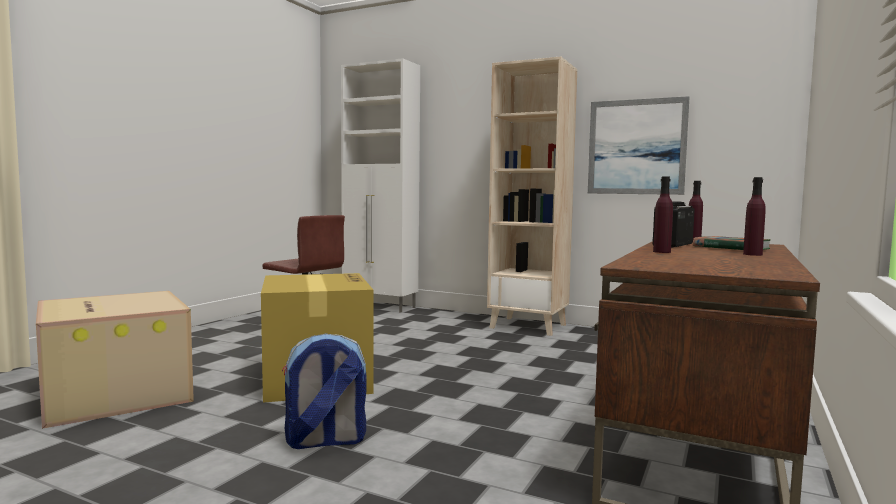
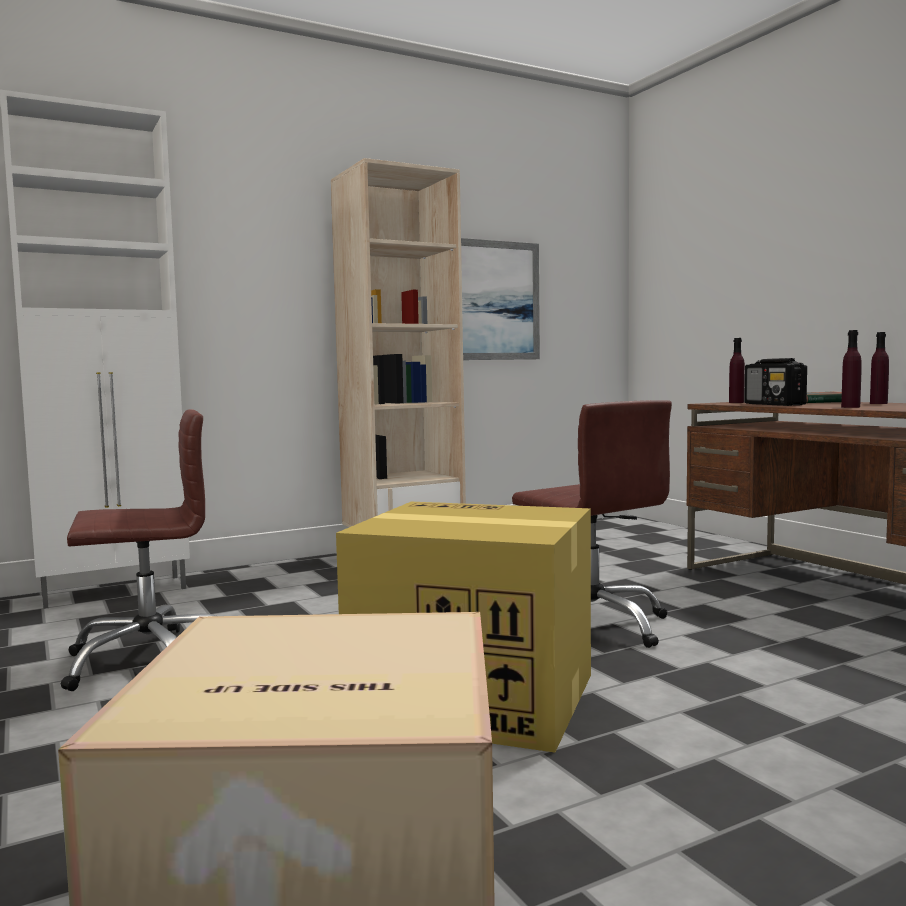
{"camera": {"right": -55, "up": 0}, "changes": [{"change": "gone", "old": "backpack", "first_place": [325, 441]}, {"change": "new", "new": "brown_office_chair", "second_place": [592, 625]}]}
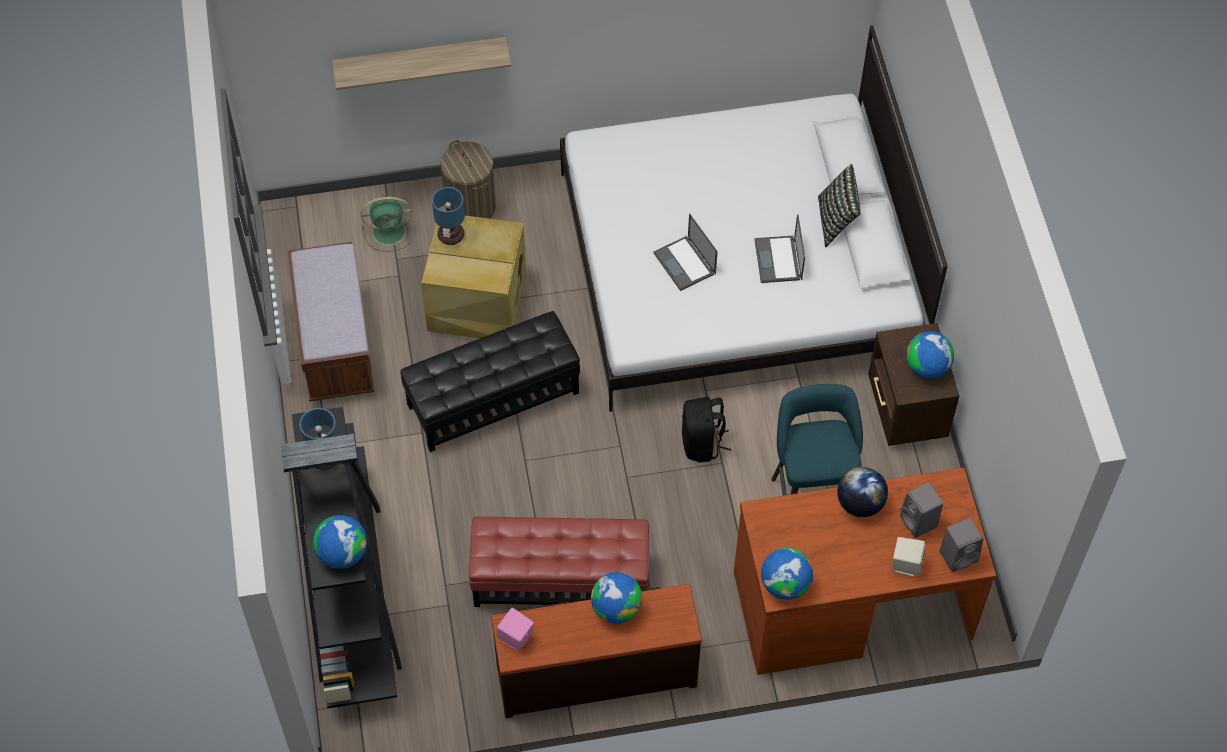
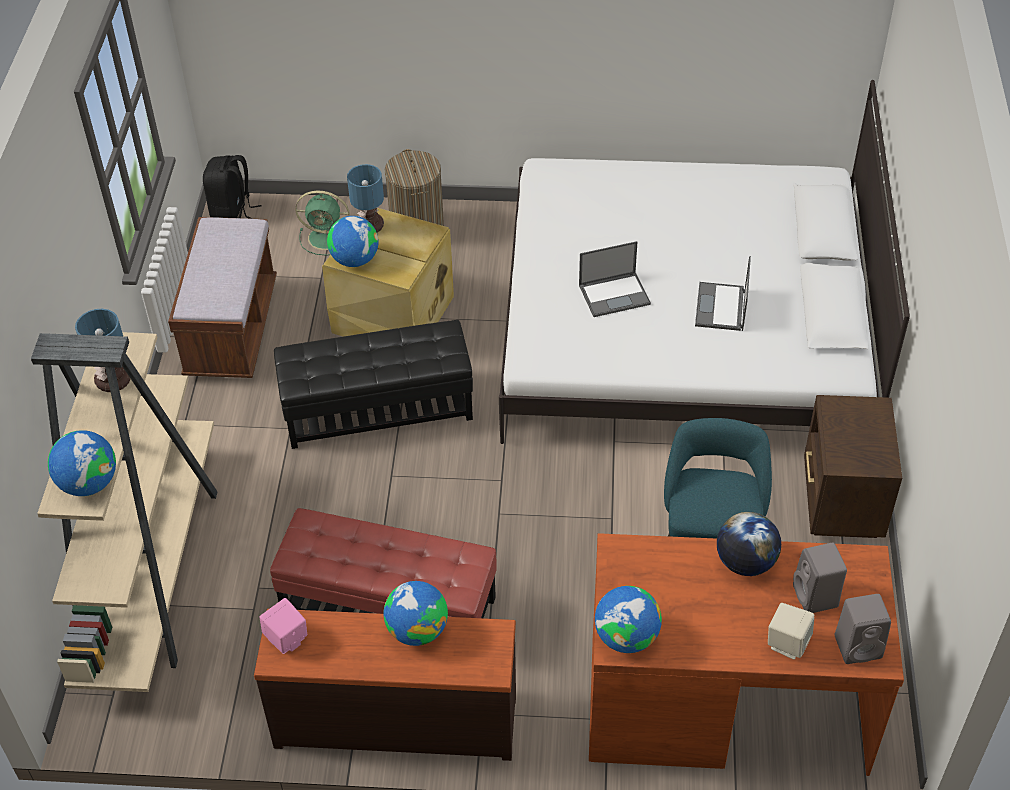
{"camera": {"right": 15, "up": -10}, "changes": [{"change": "gone", "old": "shelf", "first_place": [420, 60]}, {"change": "gone", "old": "pillow", "first_place": [836, 221]}, {"change": "rotated", "old": "laptop", "first_place": [685, 263], "second_place": [615, 294], "degrees": -90}, {"change": "shifted", "old": "globe", "first_place": [927, 367], "second_place": [355, 260]}, {"change": "shifted", "old": "black_backpack", "first_place": [702, 443], "second_place": [232, 212]}, {"change": "repainted", "old": "black_bookcase", "new": "beige_bookcase", "first_place": [349, 589], "second_place": [151, 570]}]}
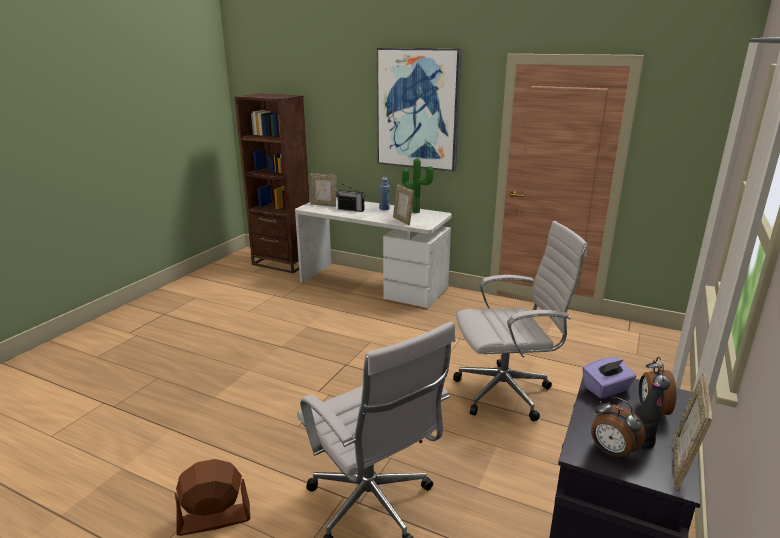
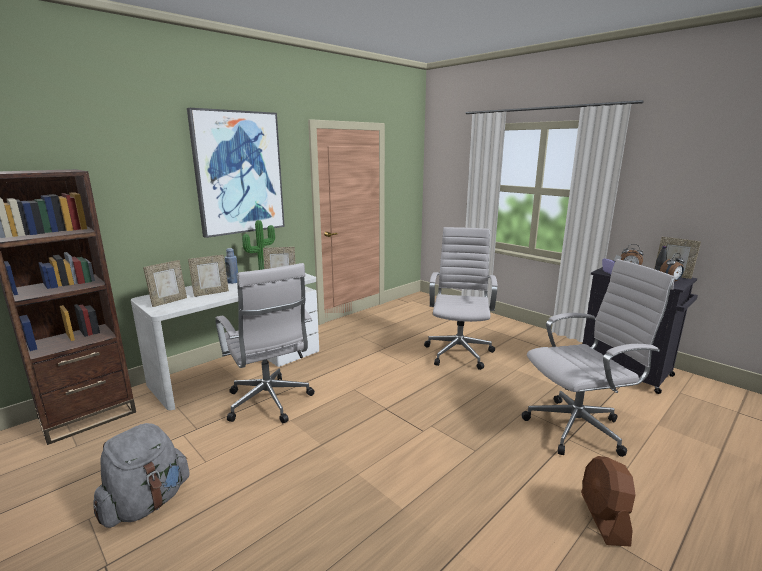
{"camera": {"right": -70, "up": -5}, "changes": [{"change": "swapped", "old": "radio", "new": "picture_frame", "first_place": [351, 209], "second_place": [211, 293]}, {"change": "new", "new": "white_office_chair", "second_place": [270, 403]}, {"change": "new", "new": "grey_backpack", "second_place": [147, 503]}]}
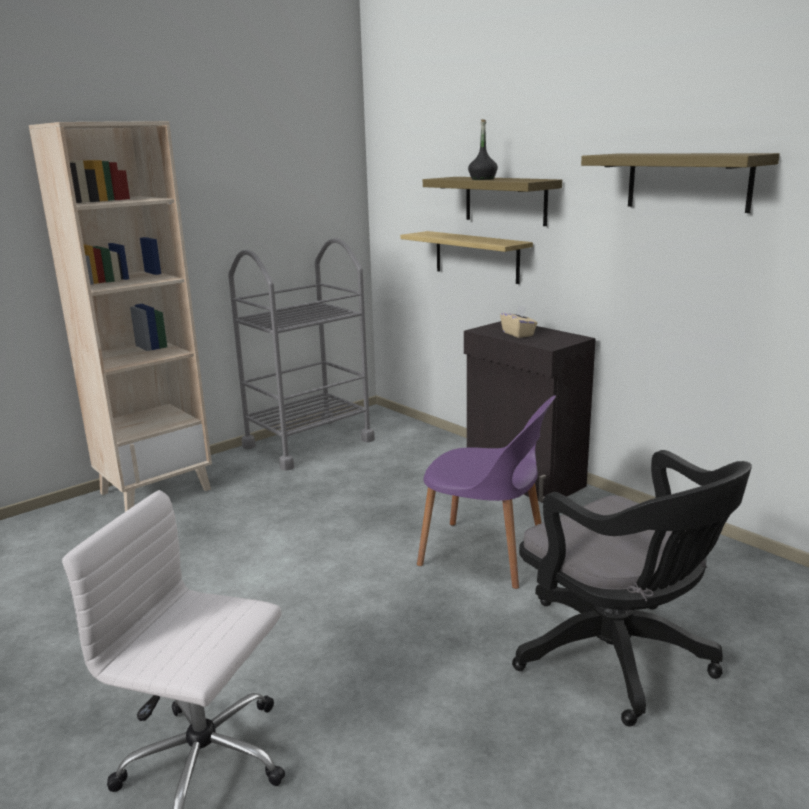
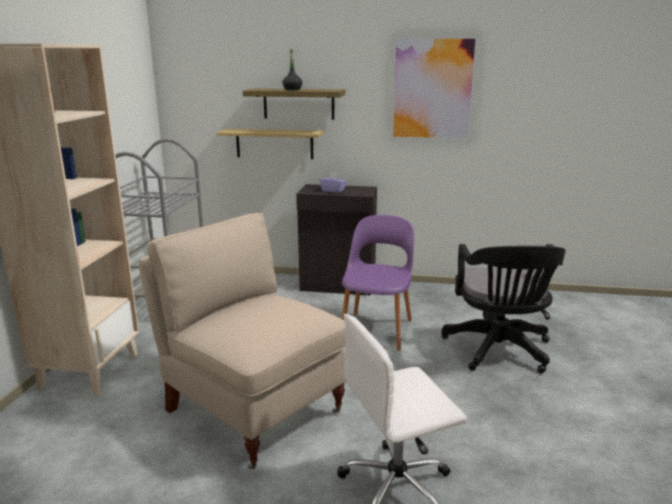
{"camera": {"right": -40, "up": 0}, "changes": [{"change": "swapped", "old": "shelf", "new": "picture", "first_place": [688, 181], "second_place": [432, 89]}, {"change": "repainted", "old": "beige_tissue_box", "new": "purple_tissue_box", "first_place": [518, 334], "second_place": [333, 191]}, {"change": "rotated", "old": "purple_chair", "first_place": [486, 554], "second_place": [377, 329], "degrees": -60}, {"change": "rotated", "old": "black_office_chair", "first_place": [619, 659], "second_place": [499, 351], "degrees": 75}, {"change": "new", "new": "beige_chair", "second_place": [252, 410]}]}
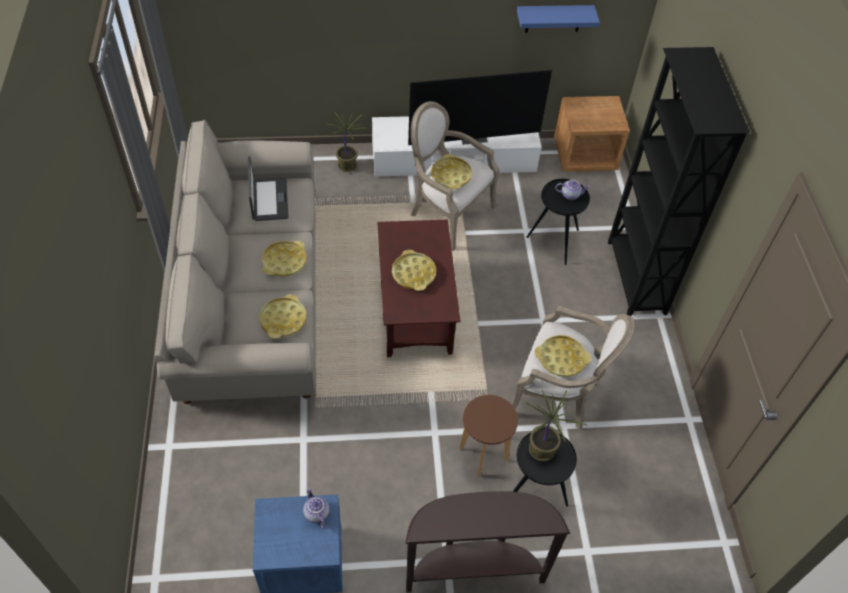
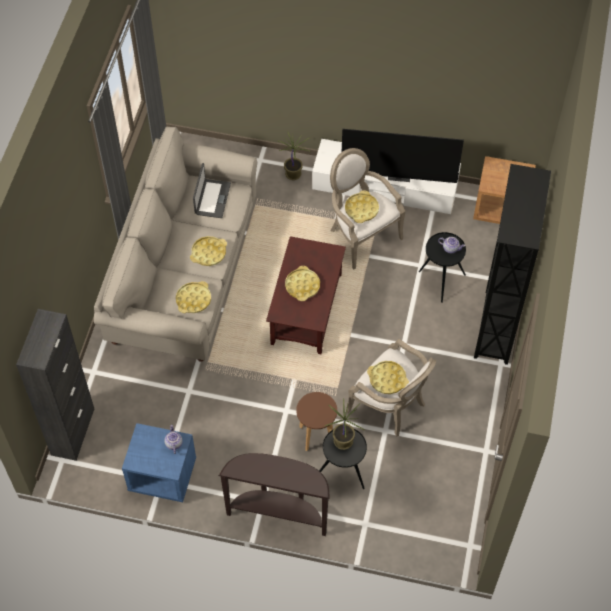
{"camera": {"right": 20, "up": 5}, "changes": [{"change": "gone", "old": "blue_shelf", "first_place": [553, 18]}, {"change": "new", "new": "black_cabinet", "second_place": [73, 432]}]}
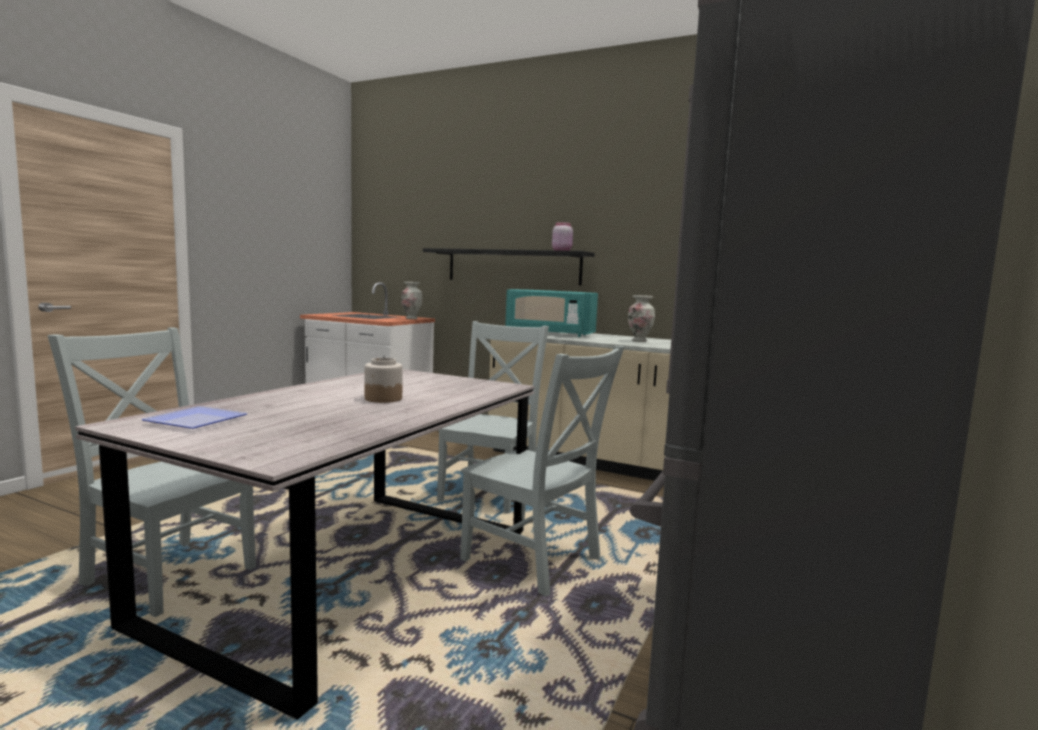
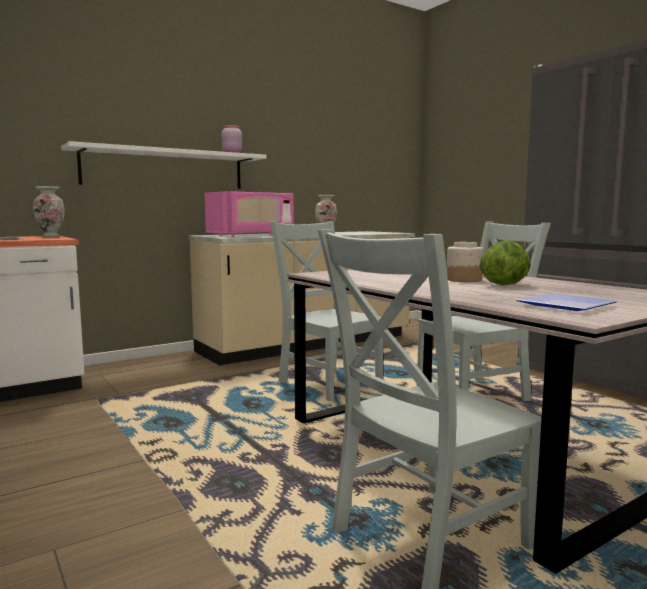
{"camera": {"right": -60, "up": 0}, "changes": [{"change": "repainted", "old": "black_shelf", "new": "white_shelf", "first_place": [513, 267], "second_place": [165, 169]}, {"change": "repainted", "old": "turquoise_microwave", "new": "pink_microwave", "first_place": [549, 334], "second_place": [252, 235]}, {"change": "new", "new": "lettuce", "second_place": [505, 285]}]}
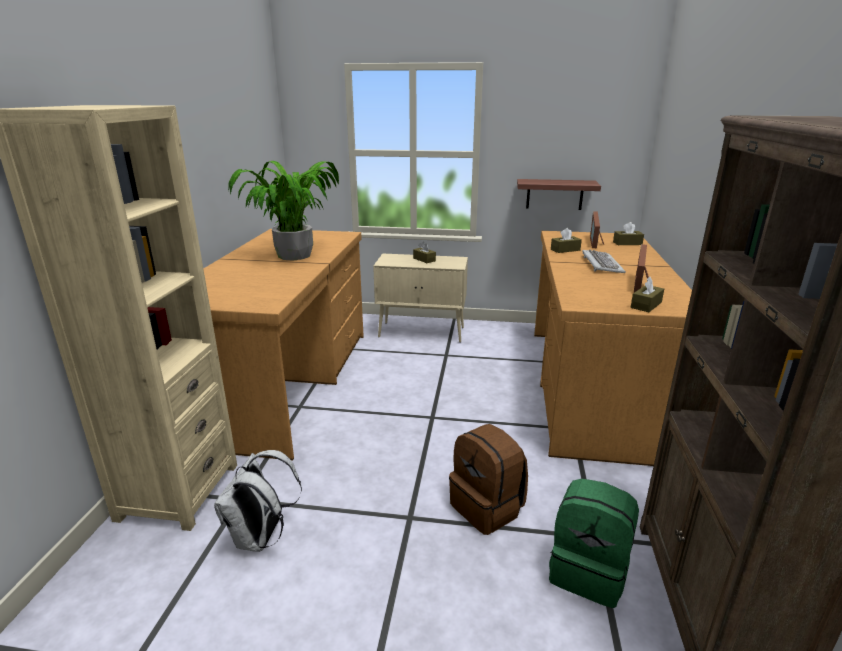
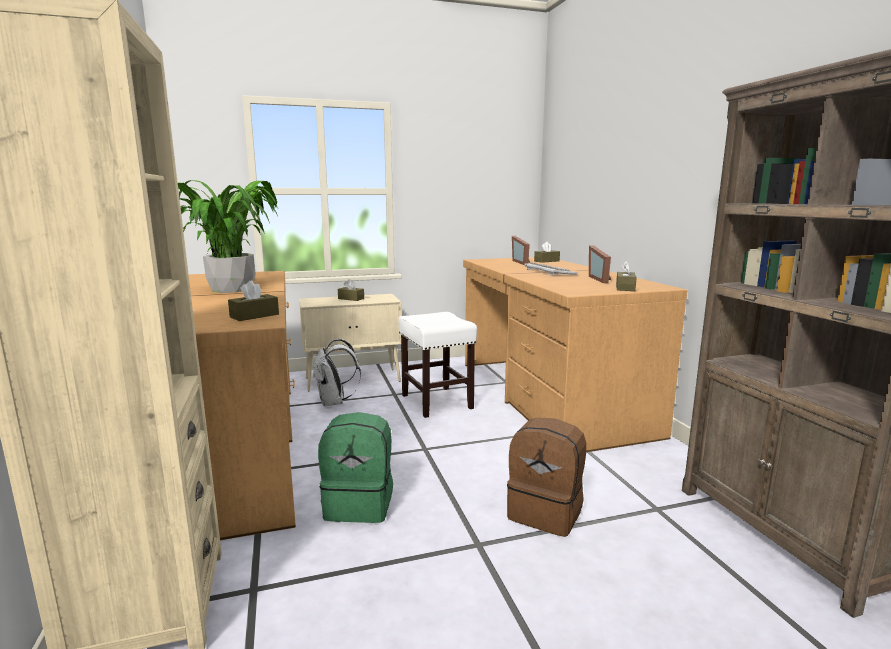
{"camera": {"right": -25, "up": -10}, "changes": [{"change": "gone", "old": "shelf", "first_place": [554, 194]}, {"change": "shifted", "old": "brown_tissue_box", "first_place": [565, 250], "second_place": [254, 316]}, {"change": "shifted", "old": "white_backpack", "first_place": [261, 538], "second_place": [334, 402]}, {"change": "shifted", "old": "green_backpack", "first_place": [588, 572], "second_place": [360, 504]}, {"change": "new", "new": "white_stool", "second_place": [436, 401]}]}
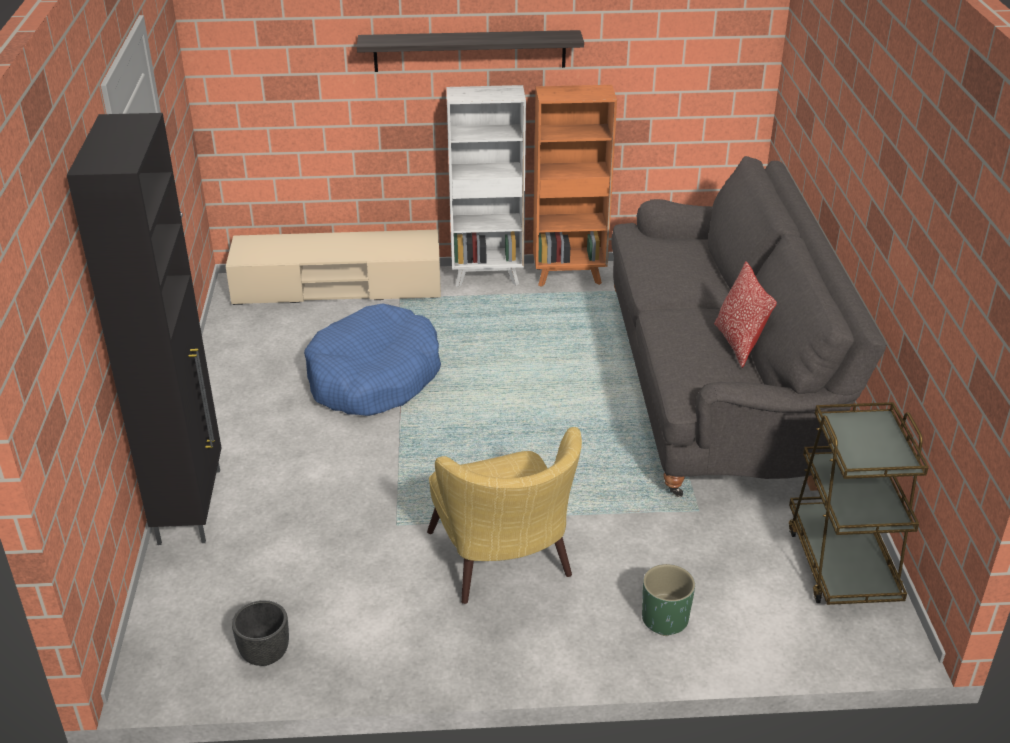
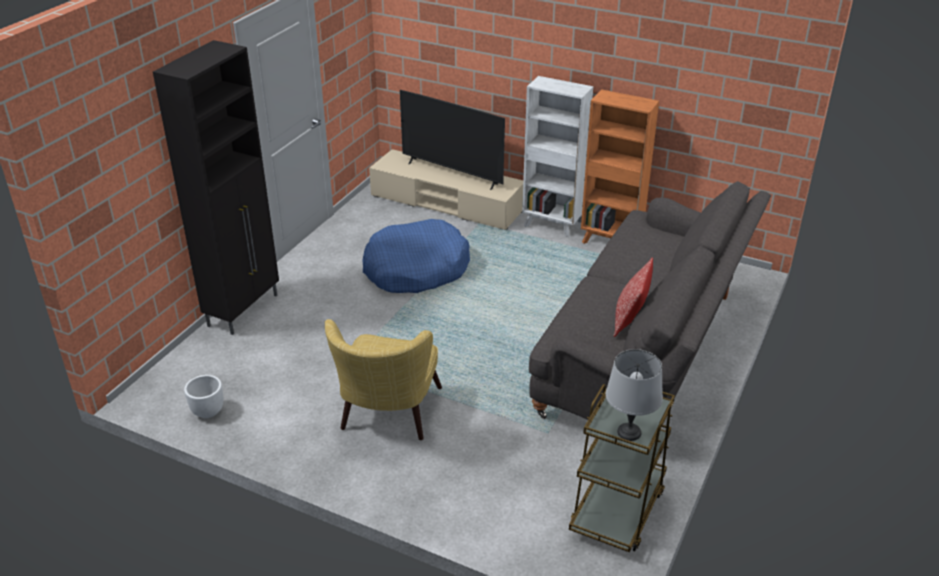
{"camera": {"right": 30, "up": 0}, "changes": [{"change": "gone", "old": "shelf", "first_place": [470, 50]}, {"change": "gone", "old": "green_planter", "first_place": [665, 619]}, {"change": "repainted", "old": "black_planter", "new": "white_planter", "first_place": [266, 654], "second_place": [208, 411]}, {"change": "new", "new": "television", "second_place": [452, 173]}, {"change": "new", "new": "grey_table_lamp", "second_place": [629, 432]}]}
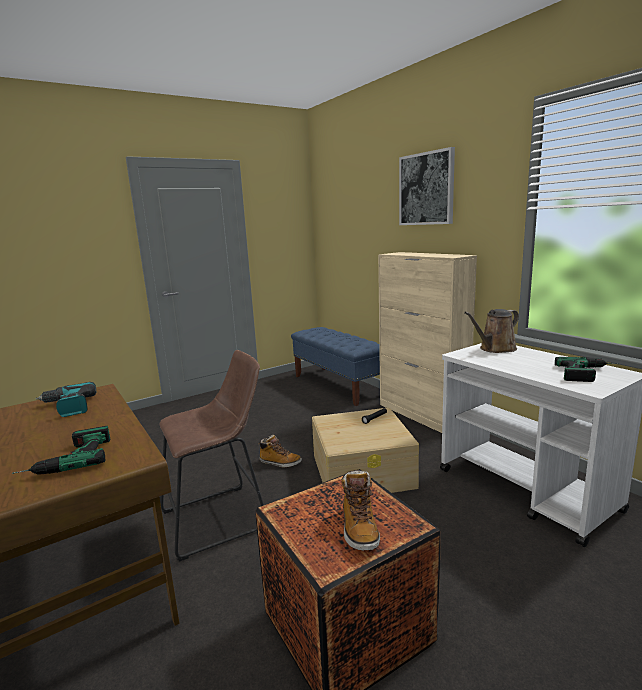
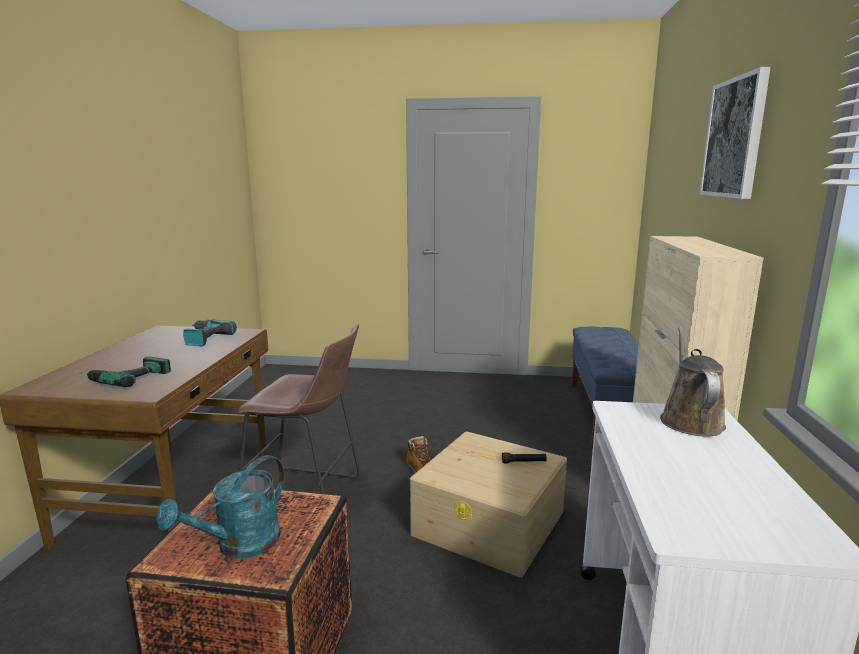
{"camera": {"right": 40, "up": 0}, "changes": [{"change": "rotated", "old": "brown_watering_can", "first_place": [495, 349], "second_place": [690, 420], "degrees": 90}, {"change": "gone", "old": "power_drill", "first_place": [590, 373]}, {"change": "swapped", "old": "boot", "new": "turquoise_watering_can", "first_place": [359, 527], "second_place": [239, 546]}]}
